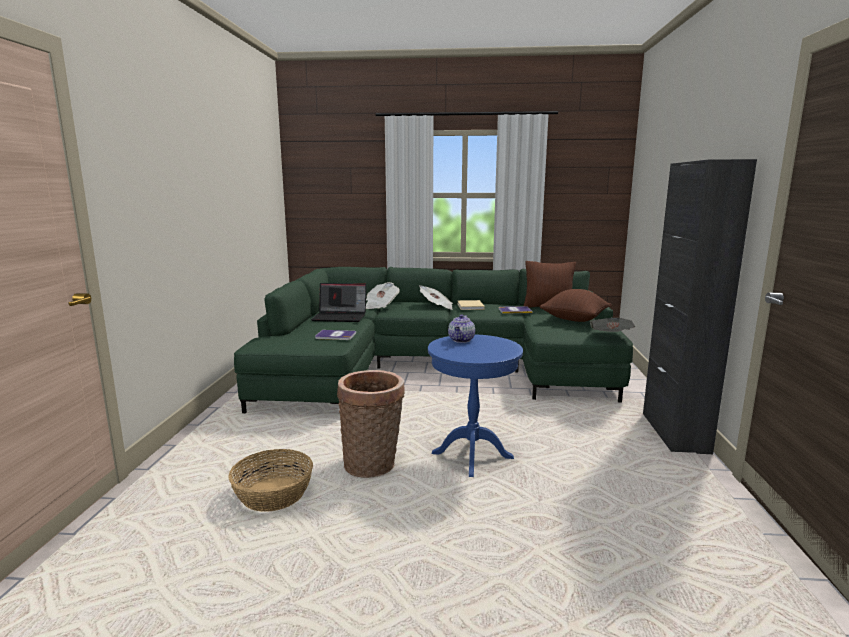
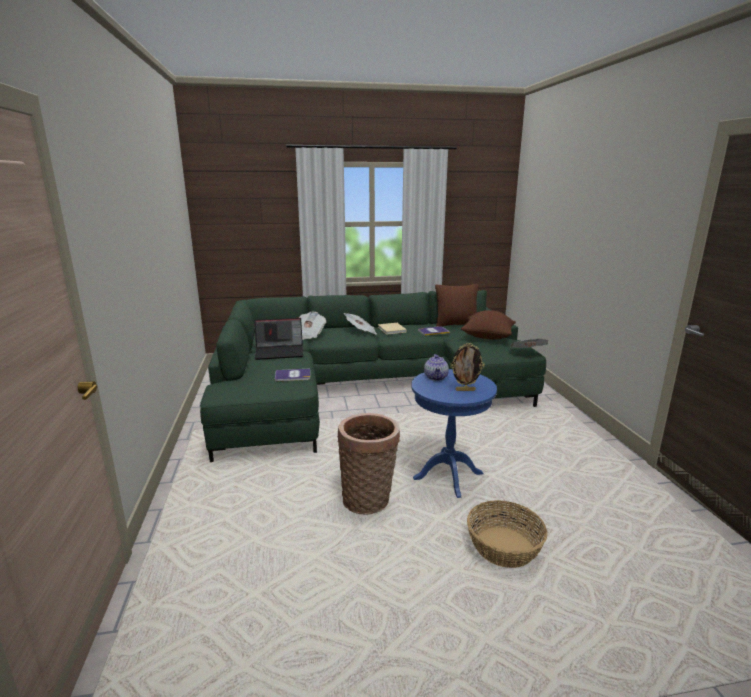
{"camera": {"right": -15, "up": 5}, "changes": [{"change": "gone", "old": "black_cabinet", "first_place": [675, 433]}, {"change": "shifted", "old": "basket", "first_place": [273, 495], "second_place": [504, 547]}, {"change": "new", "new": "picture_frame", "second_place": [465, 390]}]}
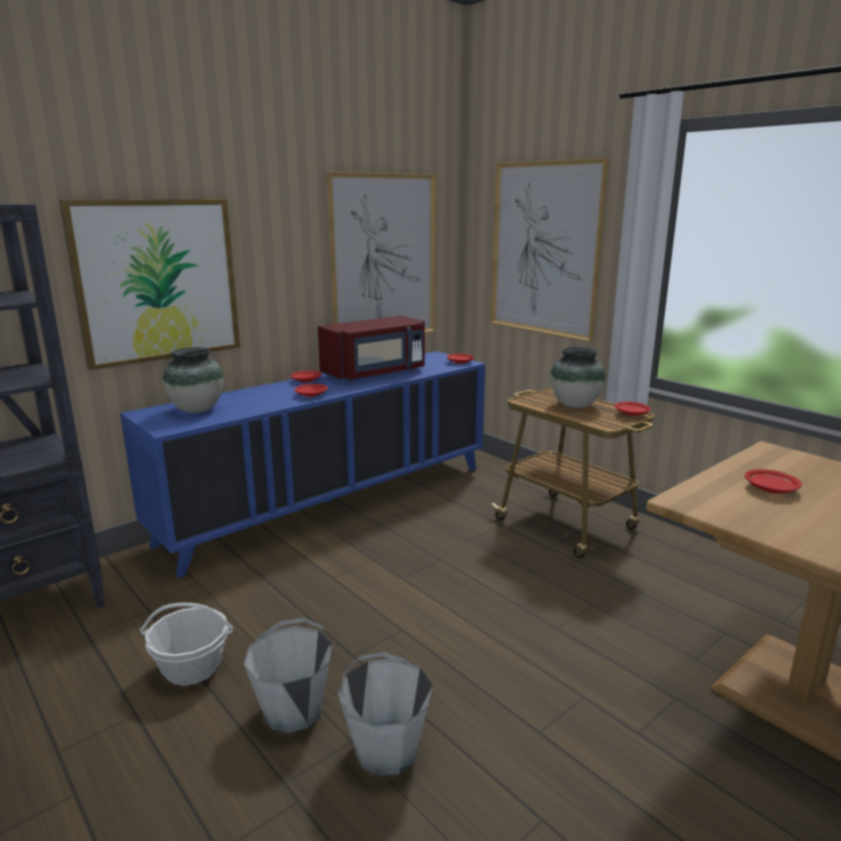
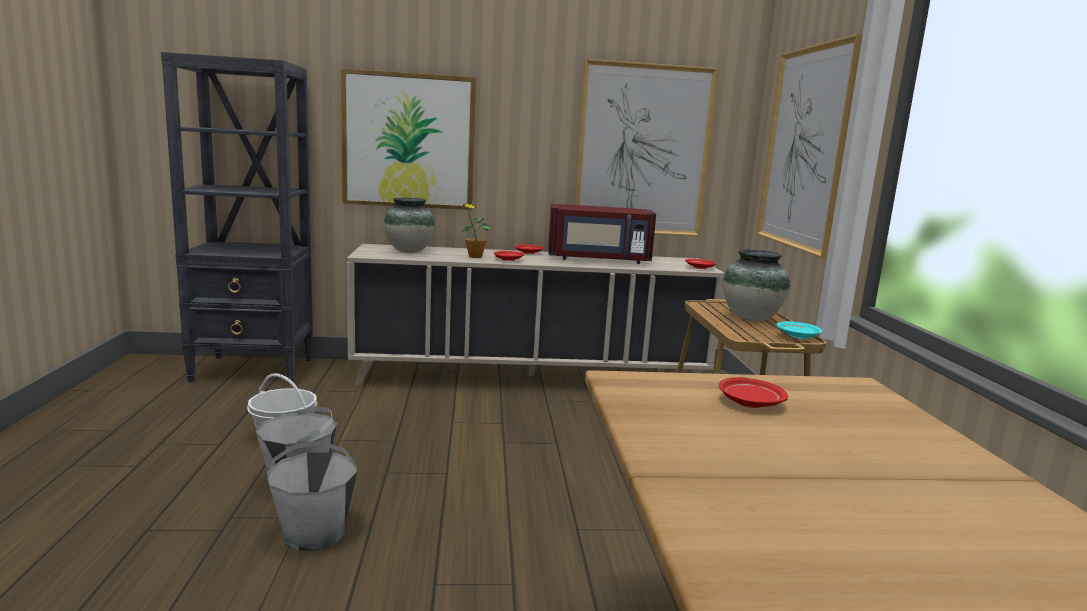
{"camera": {"right": 35, "up": -5}, "changes": [{"change": "repainted", "old": "blue_cabinet", "new": "beige_cabinet", "first_place": [331, 503], "second_place": [531, 377]}, {"change": "repainted", "old": "red_plate", "new": "turquoise_plate", "first_place": [631, 414], "second_place": [797, 336]}, {"change": "new", "new": "potted_plant", "second_place": [475, 257]}]}
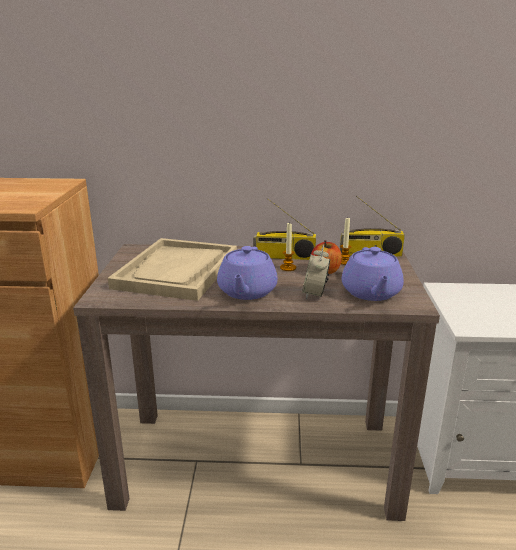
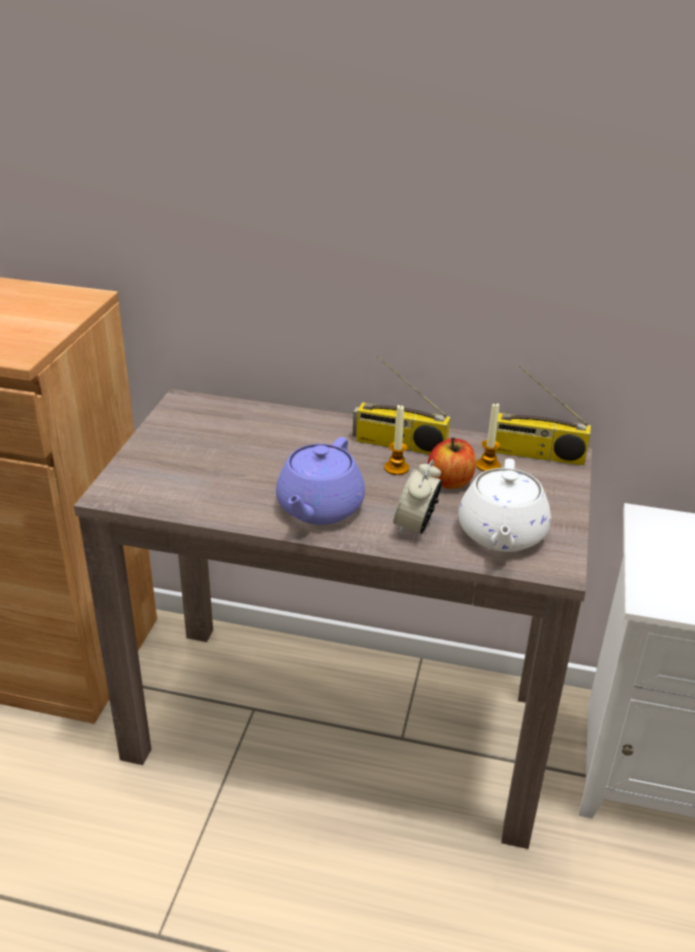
{"camera": {"right": 10, "up": 10}, "changes": [{"change": "gone", "old": "beige_tray", "first_place": [177, 271]}, {"change": "repainted", "old": "purple_teapot", "new": "white_teapot", "first_place": [371, 293], "second_place": [501, 534]}]}
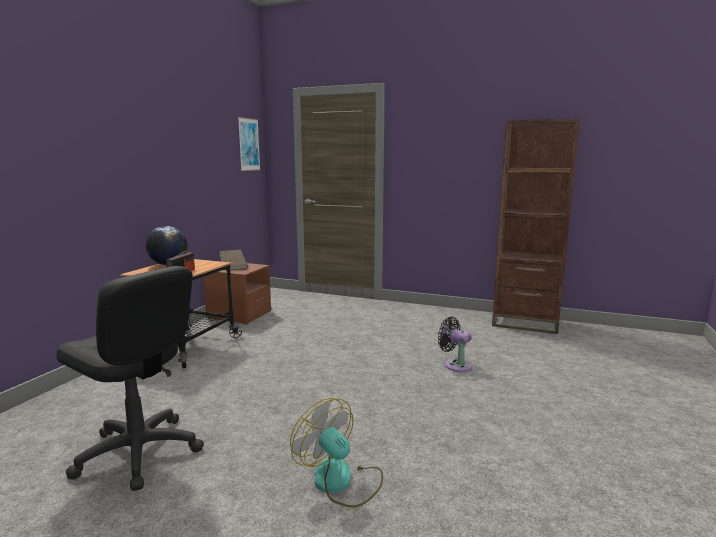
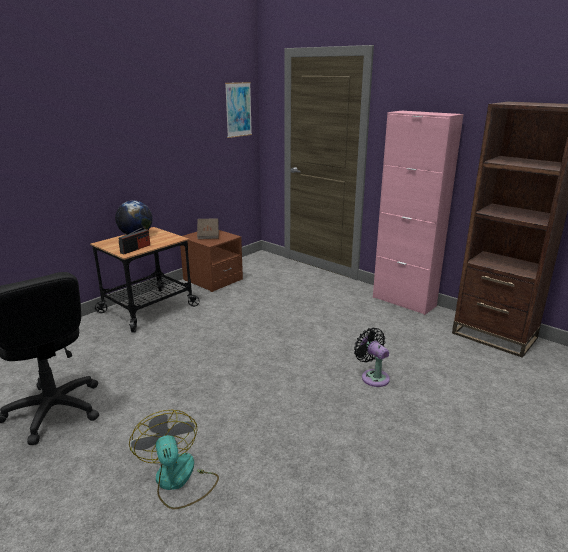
{"camera": {"right": 20, "up": 10}, "changes": [{"change": "new", "new": "pink_cabinet", "second_place": [404, 301]}]}
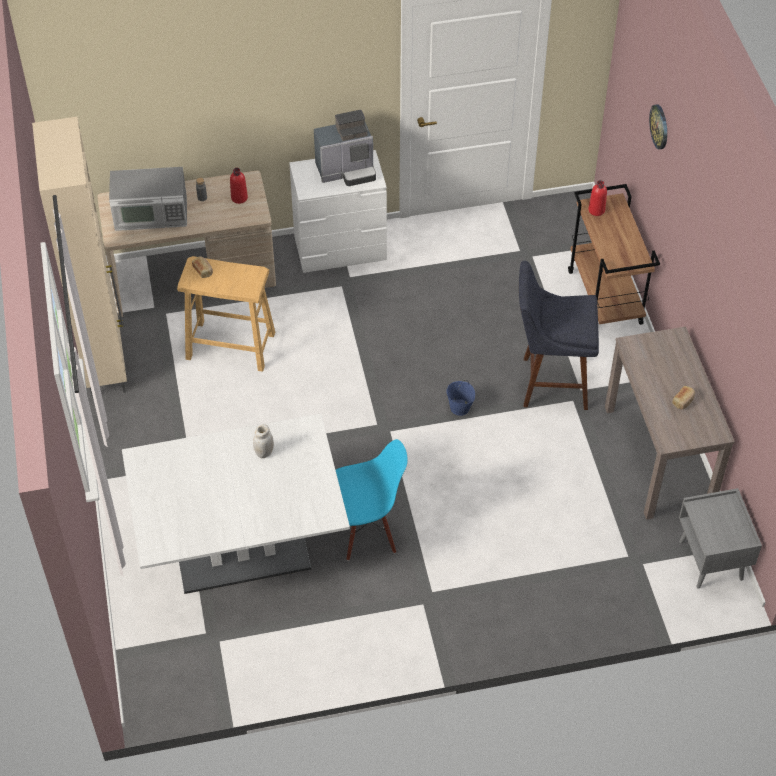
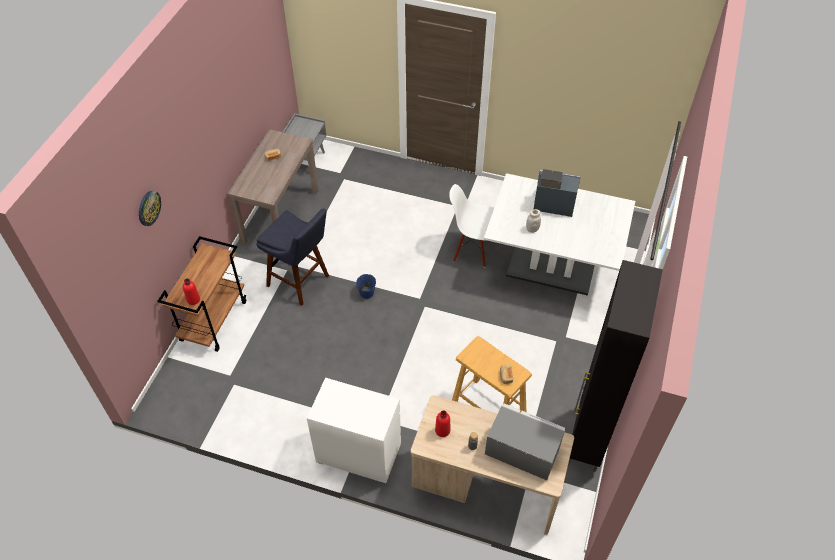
{"camera": {"right": -150, "up": 0}, "changes": [{"change": "shifted", "old": "coffee_machine", "first_place": [347, 171], "second_place": [552, 204]}, {"change": "repainted", "old": "beige_cabinet", "new": "black_cabinet", "first_place": [105, 363], "second_place": [586, 439]}, {"change": "repainted", "old": "blue_chair", "new": "white_chair", "first_place": [365, 531], "second_place": [473, 250]}]}
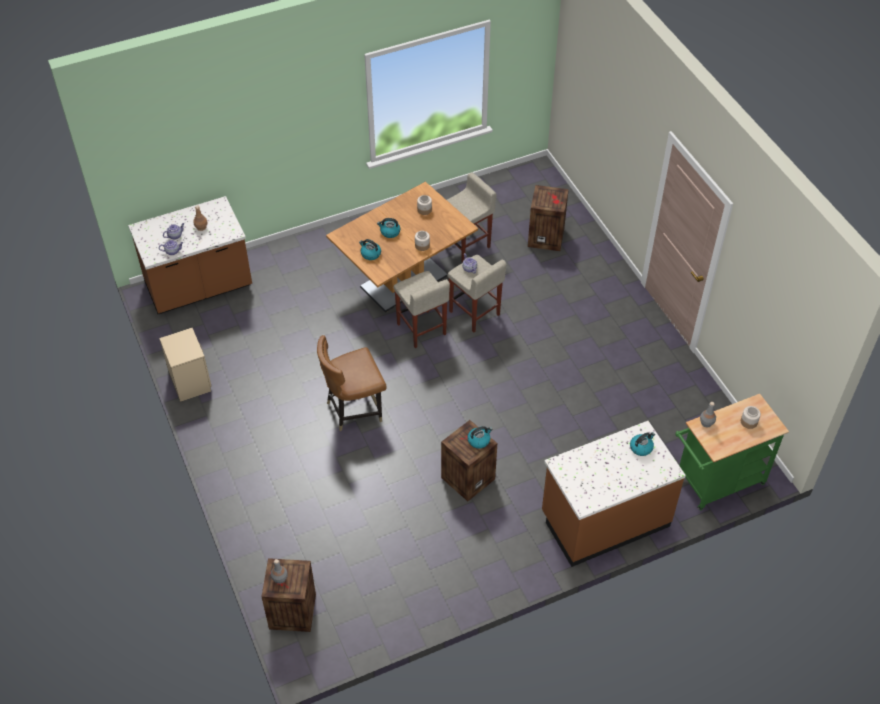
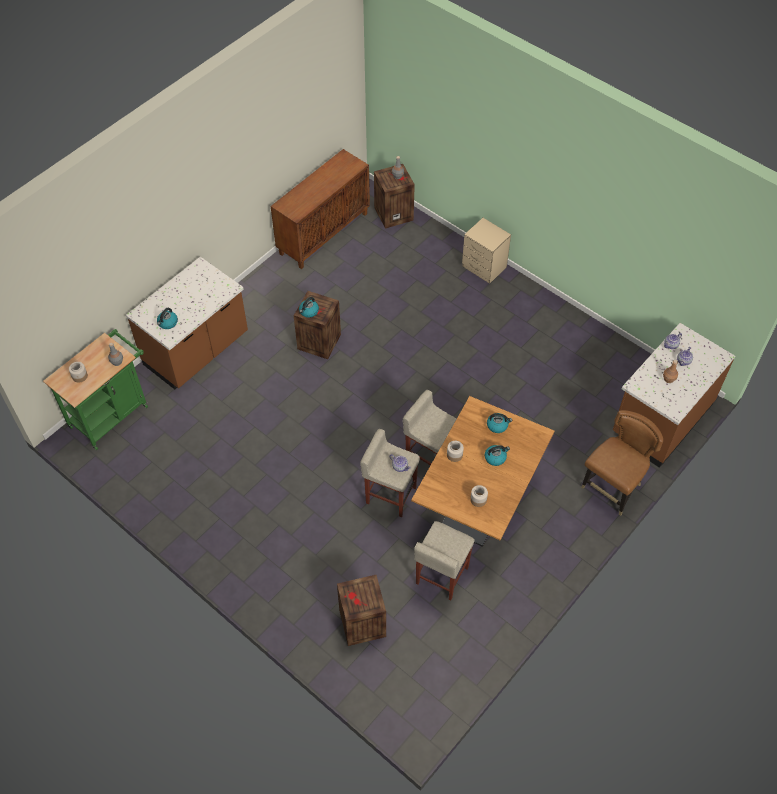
{"camera": {"right": 155, "up": 5}, "changes": [{"change": "shifted", "old": "beige_nightstand", "first_place": [190, 381], "second_place": [484, 268]}, {"change": "shifted", "old": "brown_chair", "first_place": [354, 409], "second_place": [612, 488]}, {"change": "new", "new": "brown_cabinet", "second_place": [323, 233]}]}
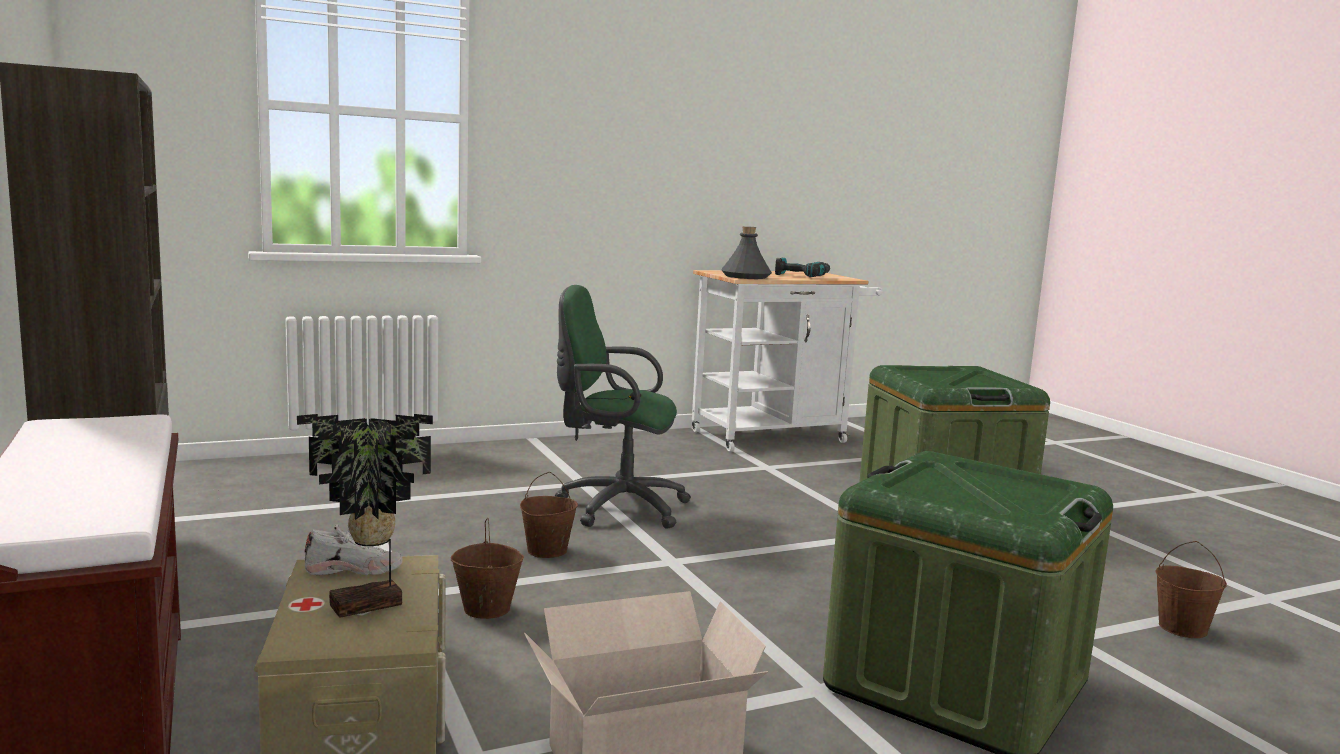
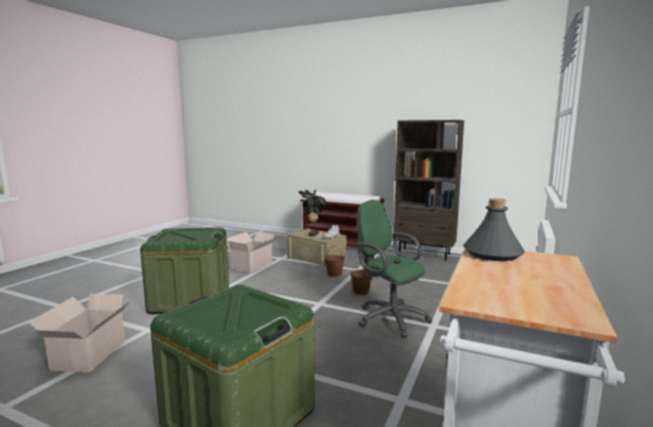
{"camera": {"right": 140, "up": 0}, "changes": [{"change": "gone", "old": "power_drill", "first_place": [802, 276]}, {"change": "rotated", "old": "green_office_chair", "first_place": [615, 507], "second_place": [388, 318], "degrees": -105}, {"change": "swapped", "old": "brown_bucket", "new": "cardboard_box", "first_place": [1182, 628], "second_place": [87, 355]}]}
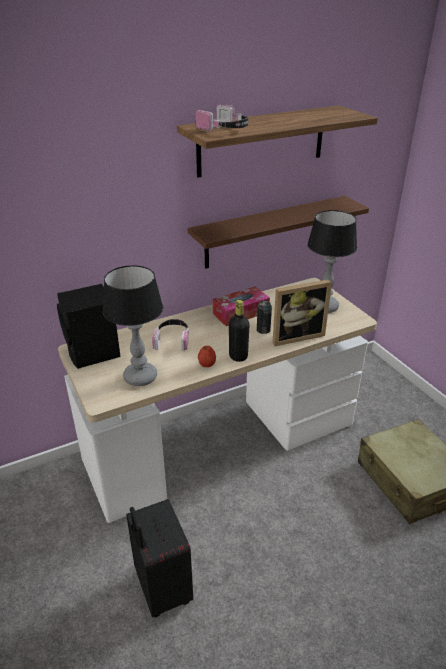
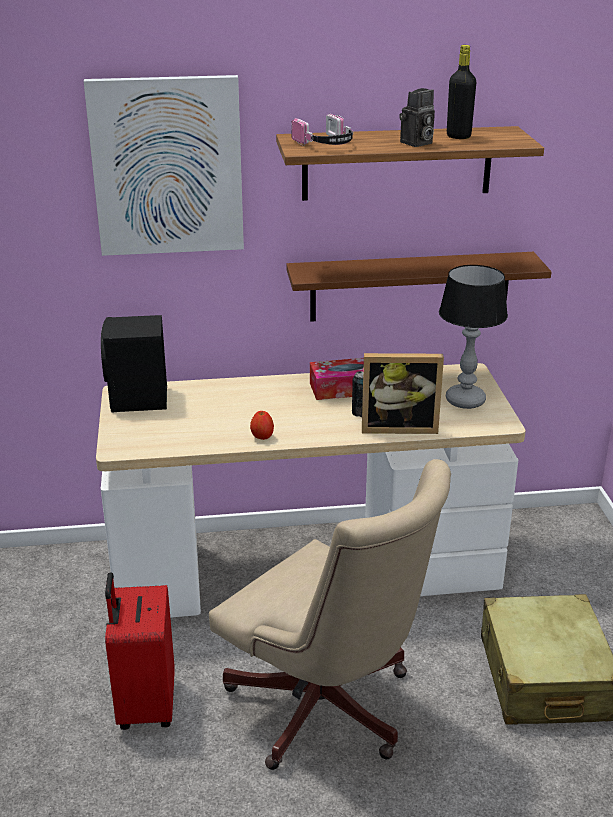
{"camera": {"right": 20, "up": -5}, "changes": [{"change": "gone", "old": "table_lamp", "first_place": [141, 377]}, {"change": "shifted", "old": "black_bottle", "first_place": [238, 356], "second_place": [458, 136]}, {"change": "gone", "old": "headphones", "first_place": [172, 339]}, {"change": "repainted", "old": "black_suitcase", "new": "red_suitcase", "first_place": [161, 589], "second_place": [144, 705]}, {"change": "new", "new": "picture", "second_place": [167, 166]}, {"change": "new", "new": "photo_camera", "second_place": [416, 143]}, {"change": "new", "new": "beige_office_chair", "second_place": [328, 712]}]}
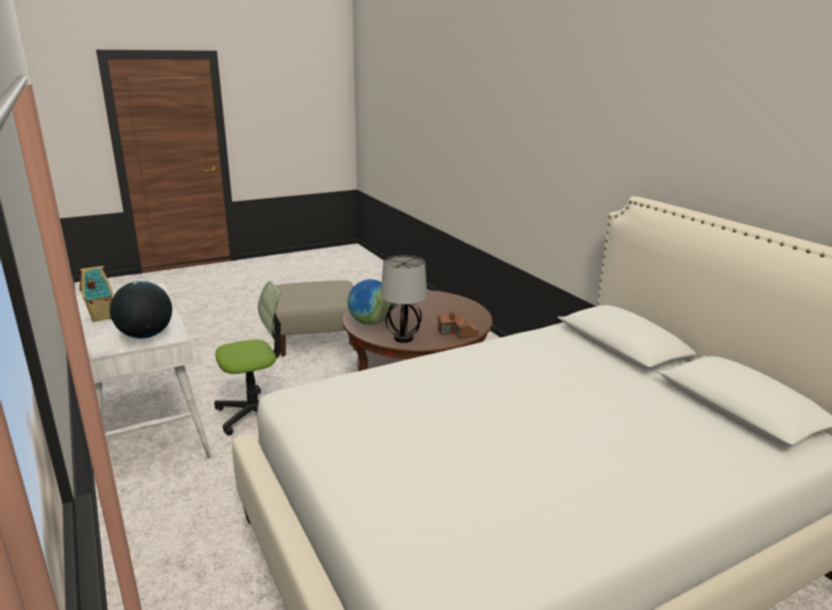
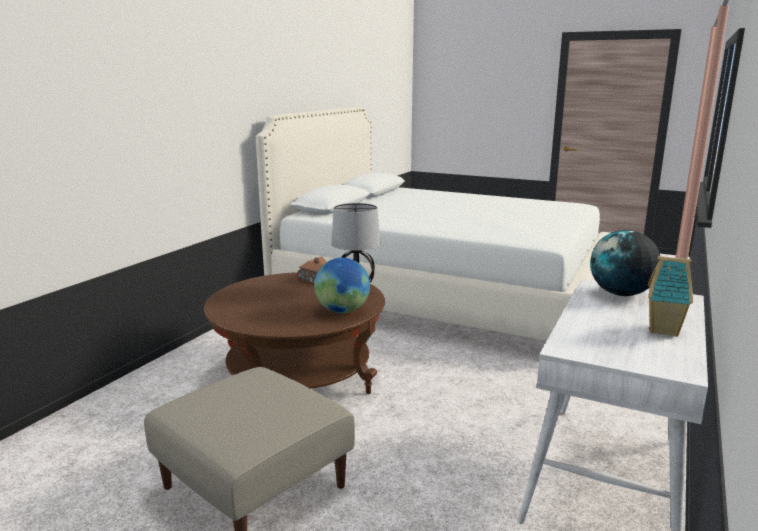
{"camera": {"right": -125, "up": -5}, "changes": [{"change": "gone", "old": "office_chair", "first_place": [256, 414]}]}
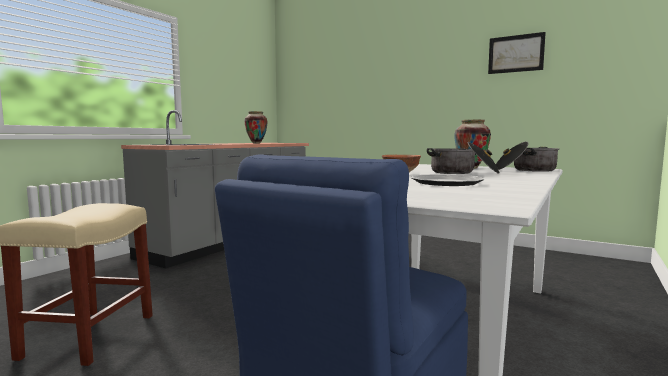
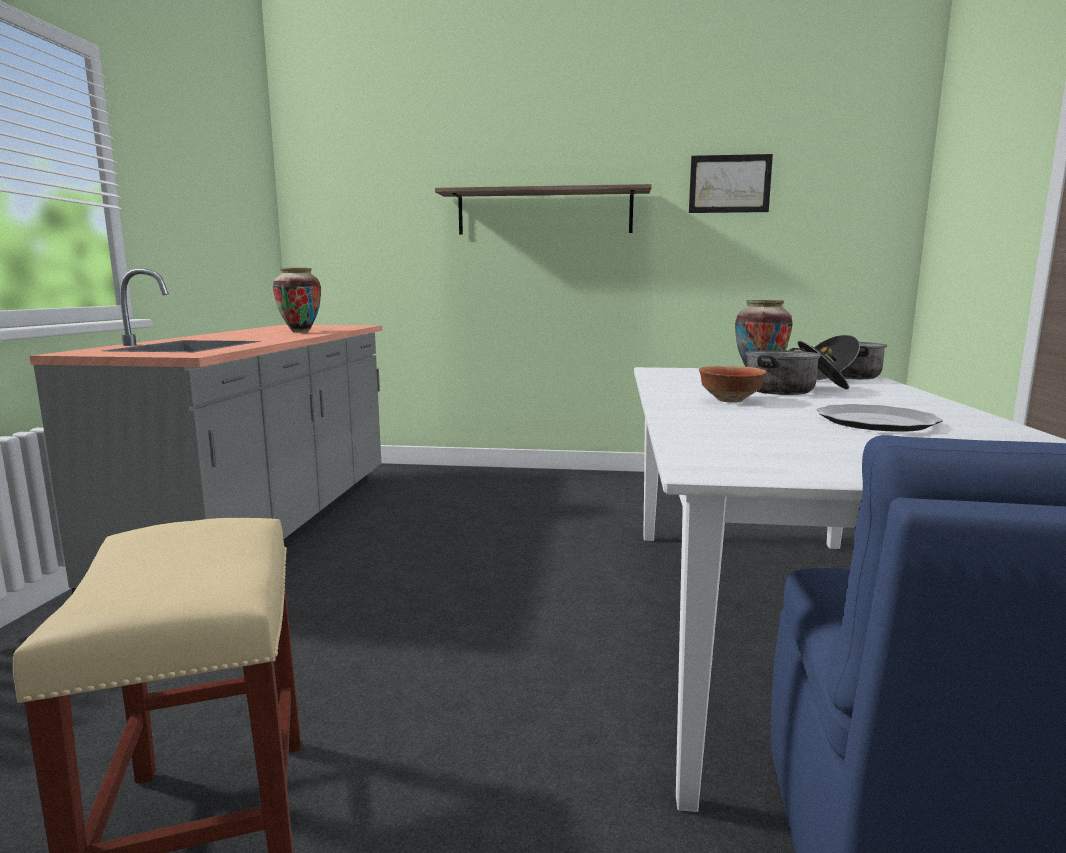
{"camera": {"right": -25, "up": 5}, "changes": [{"change": "new", "new": "shelf", "second_place": [544, 212]}]}
